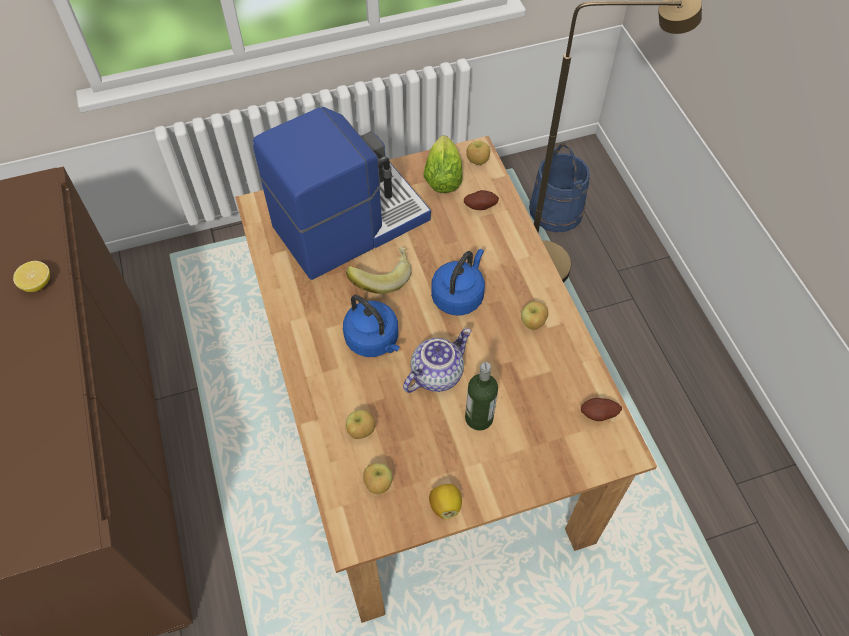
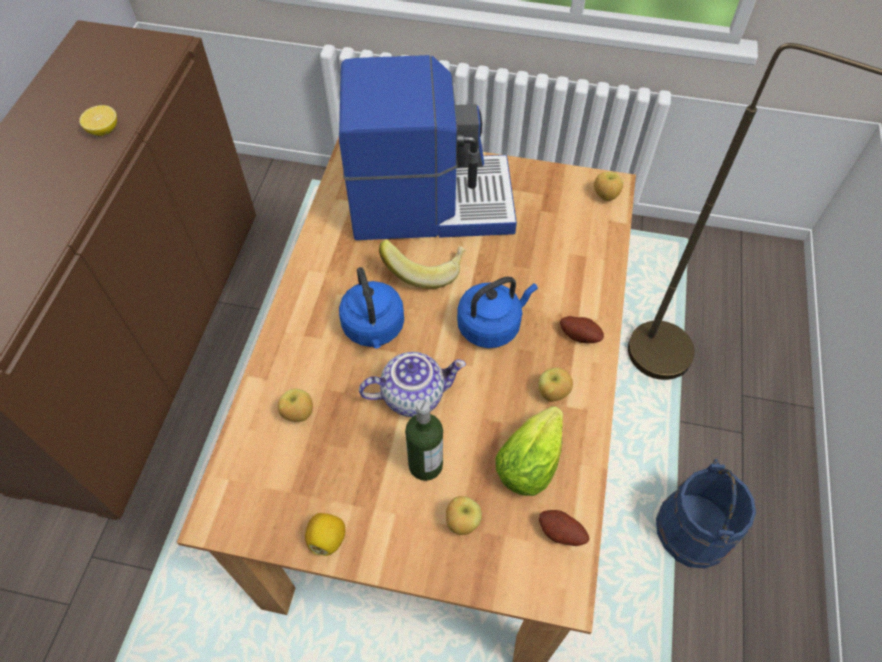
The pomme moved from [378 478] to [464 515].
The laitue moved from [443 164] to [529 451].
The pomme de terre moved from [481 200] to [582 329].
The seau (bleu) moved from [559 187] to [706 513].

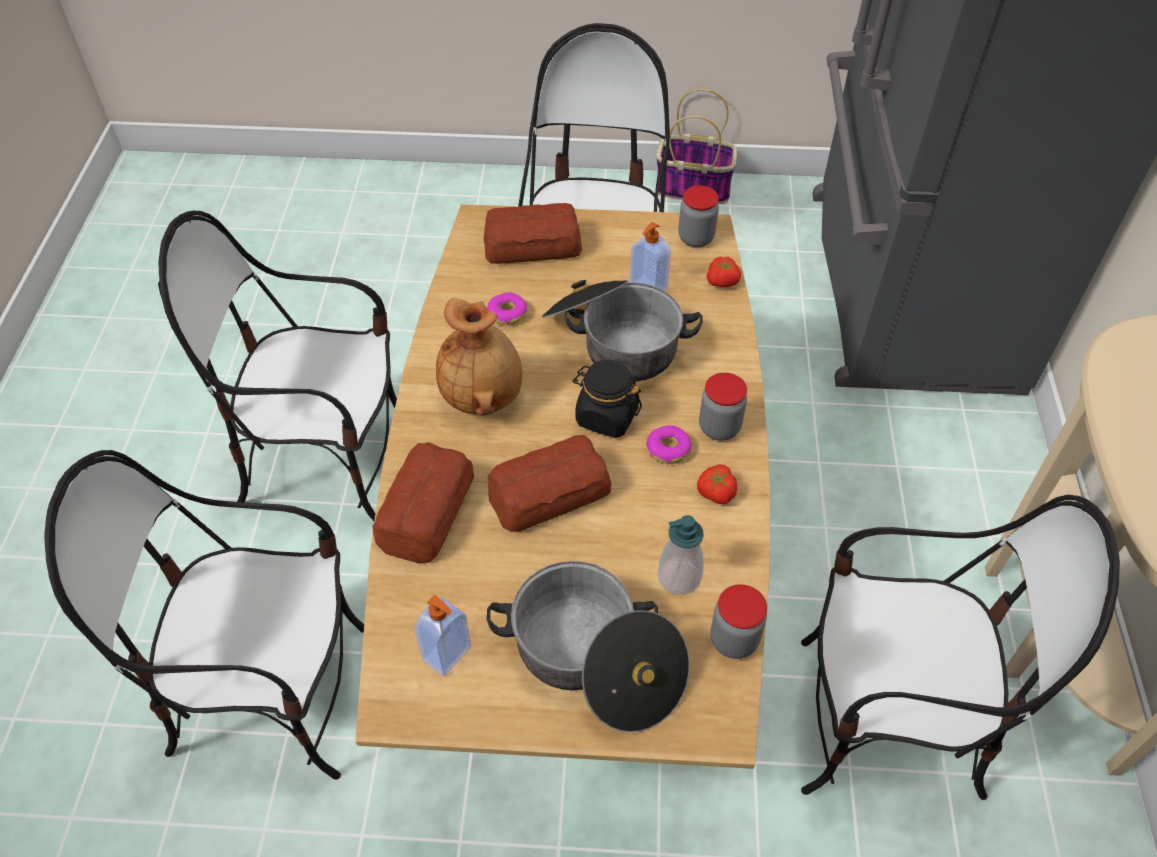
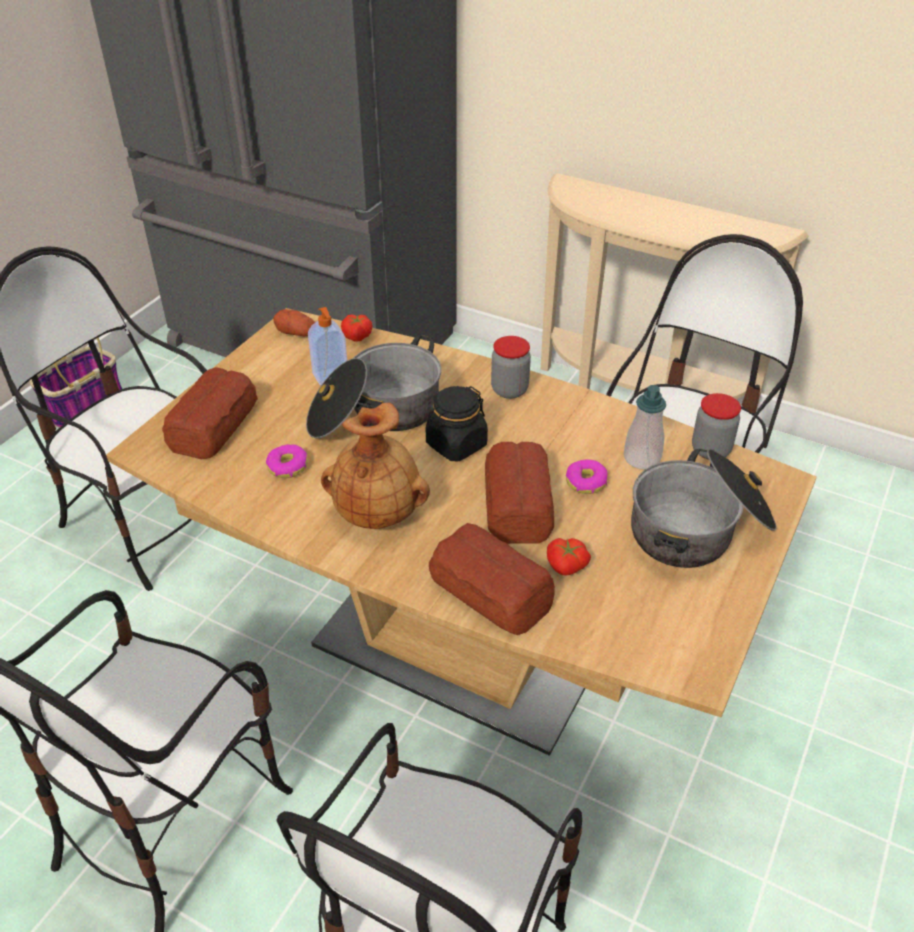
The distributeur de savon at [443 635] disappeared.
The beignet moved from [669 445] to [587 476].
The tomate moved from [717 484] to [569 557].
The bocal at [698 216] was replaced by the pomme de terre at [294 322].

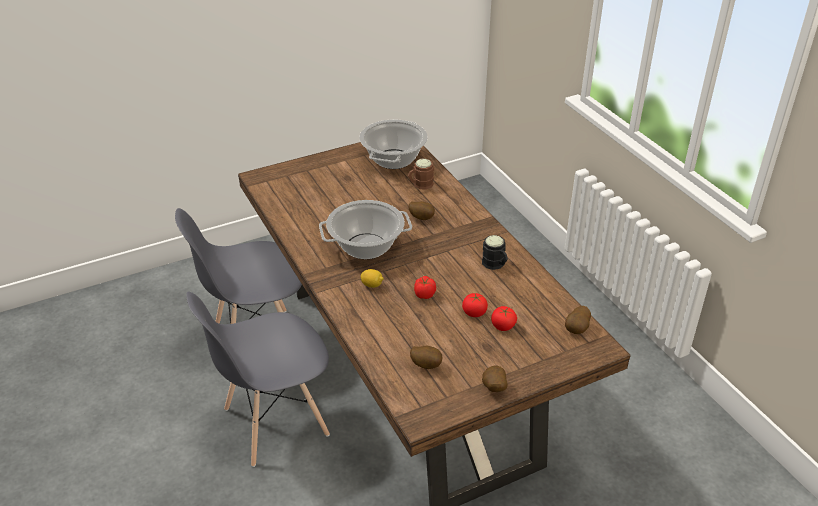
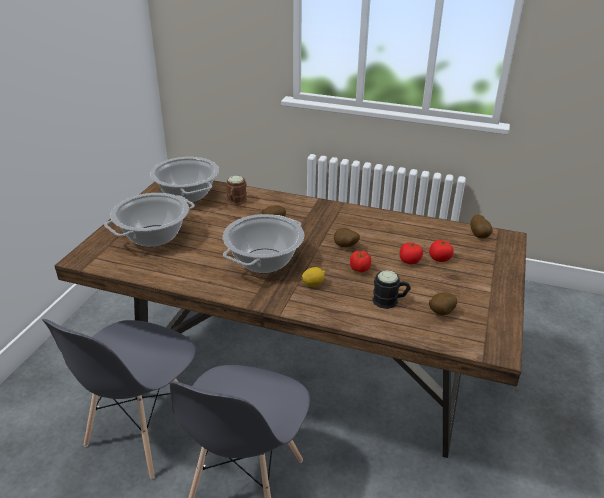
The marmite at [149 220] appeared.
The mug (noir) moved from [495 252] to [392 289].
The pomme de terre moved from [495 378] to [347 237].

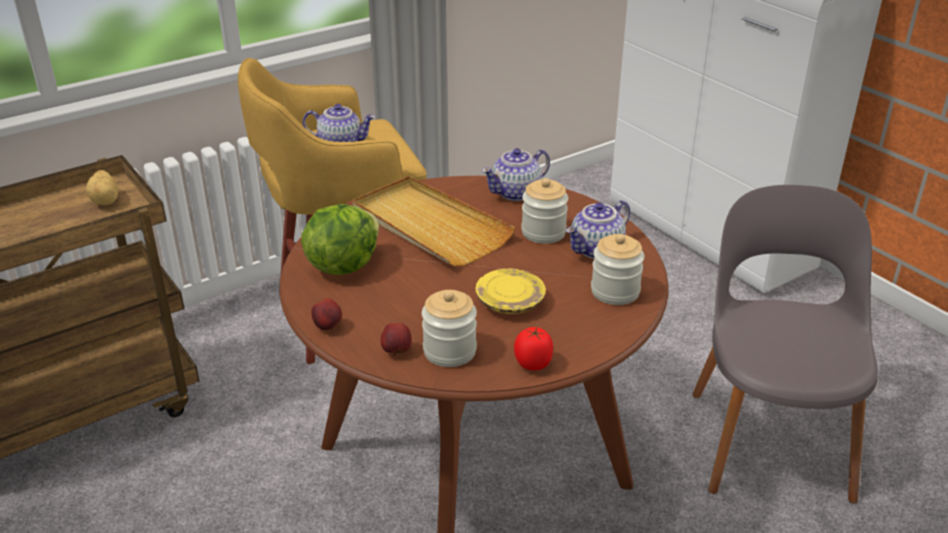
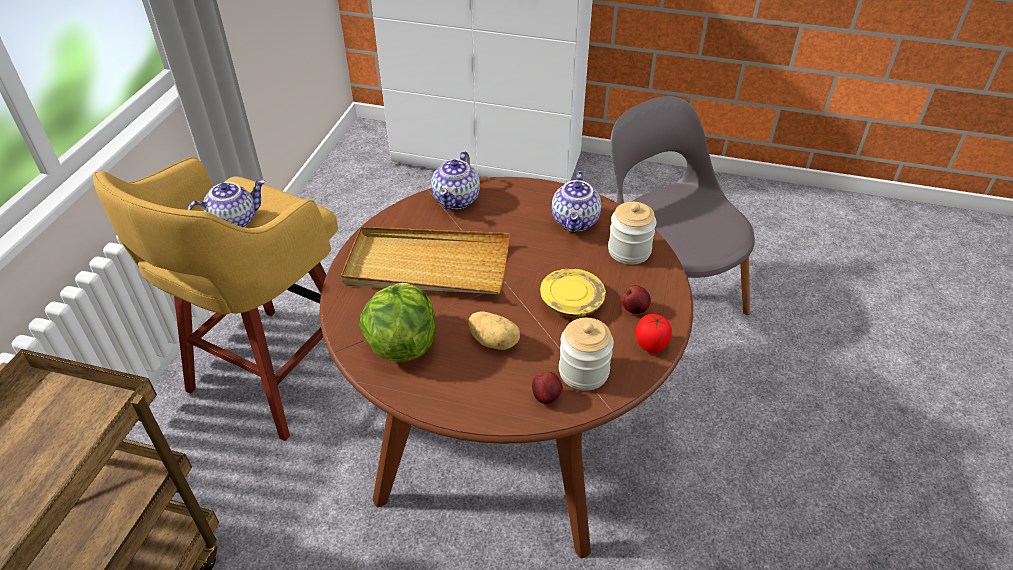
The bocal at [544 211] disappeared.
The pomme de terre moved from [102 187] to [494 330].
The pomme moved from [326 314] to [636 299].

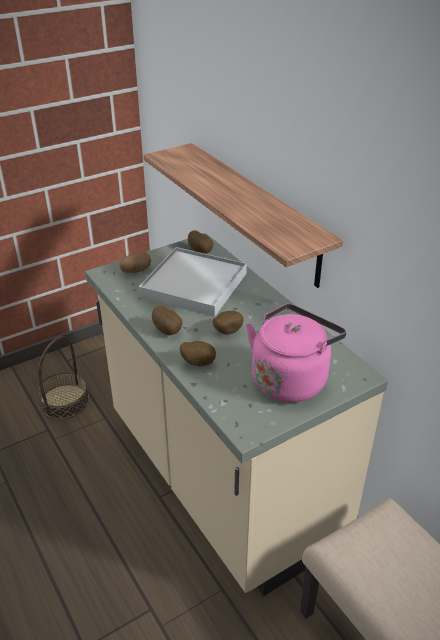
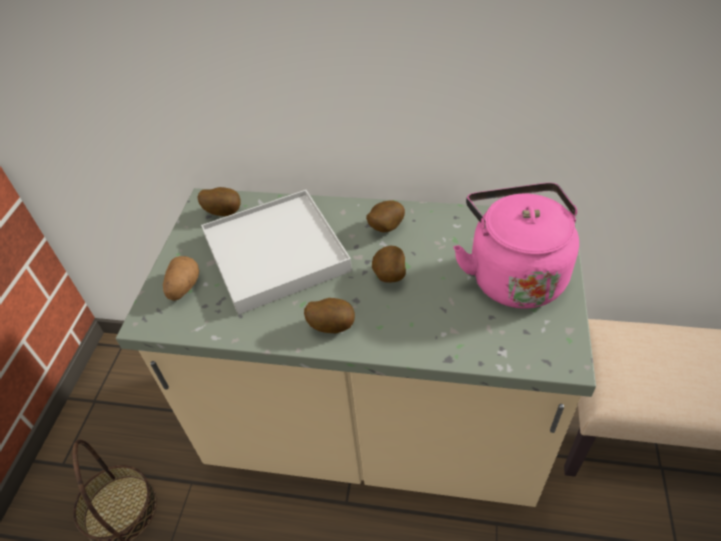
The étagère at [243 215] disappeared.
The pomme de terre moved from [198 353] to [385 216].

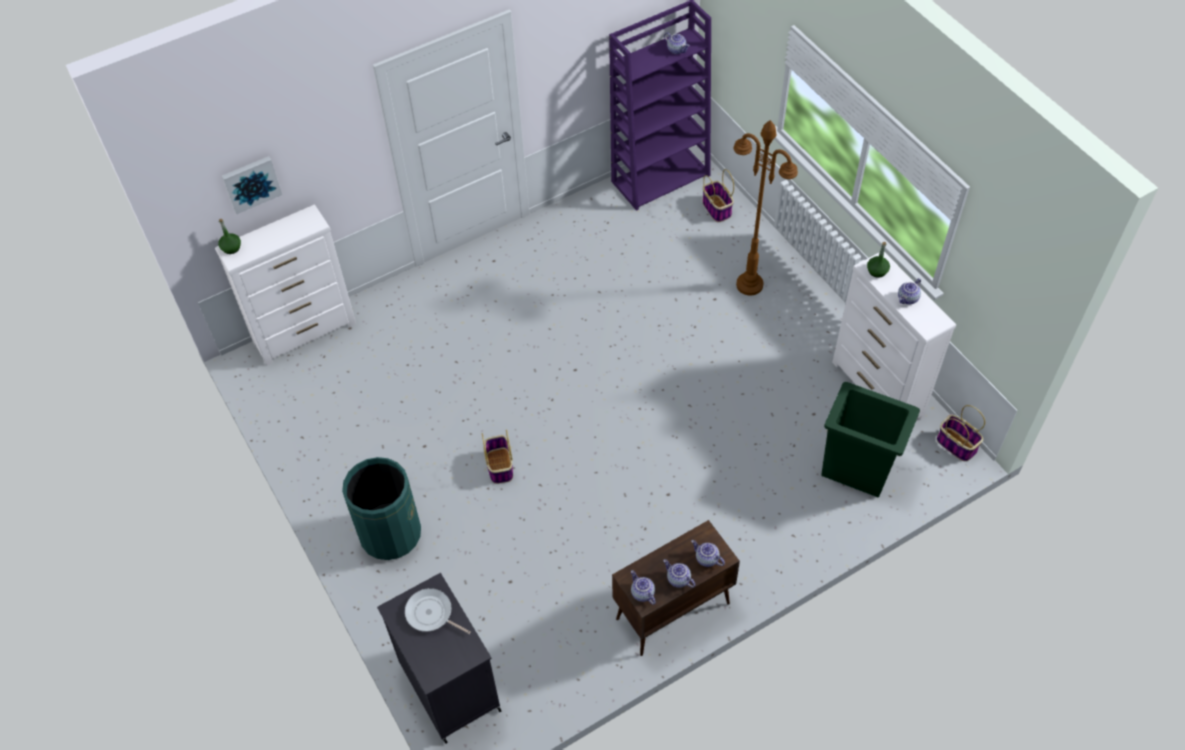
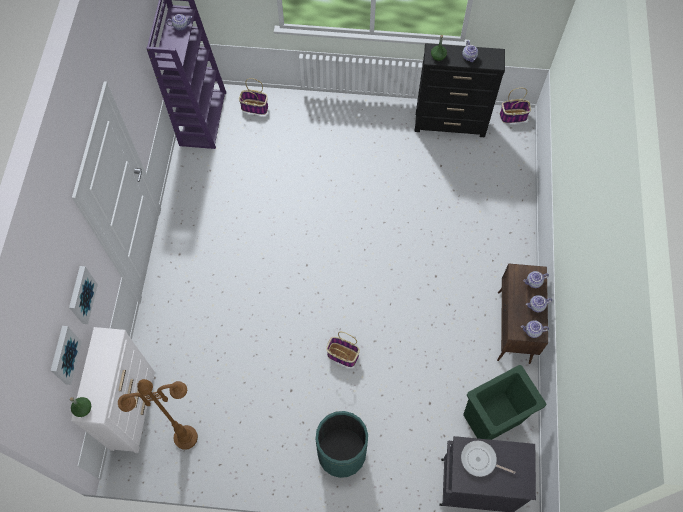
The tableau at [83 295] appeared.
The lampadaire (marron) moved from [766 207] to [158 414].
The poubelle (vert) moved from [870 439] to [504 402].
The commode (blanc) at [894 336] became the commode (noir) at [460 90].
The poêle at [438 611] turned 45 degrees clockwise.

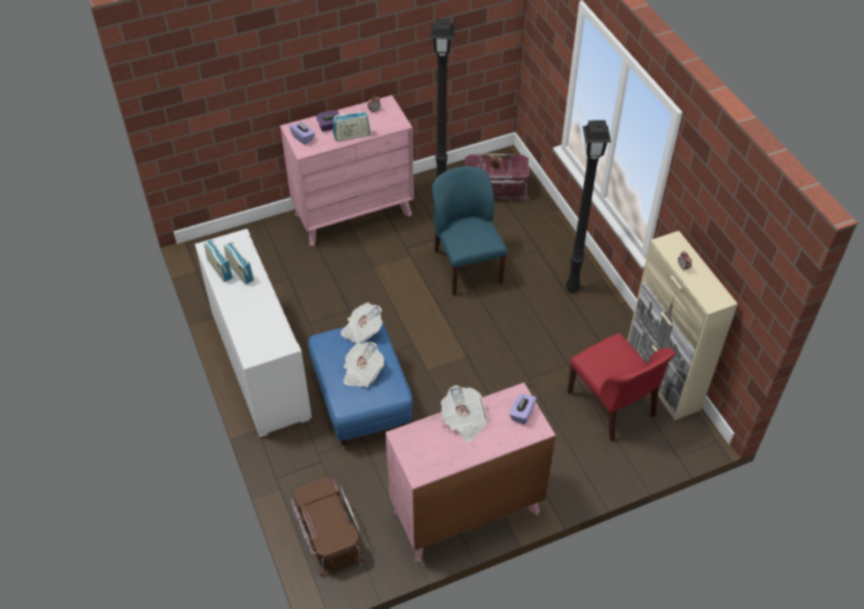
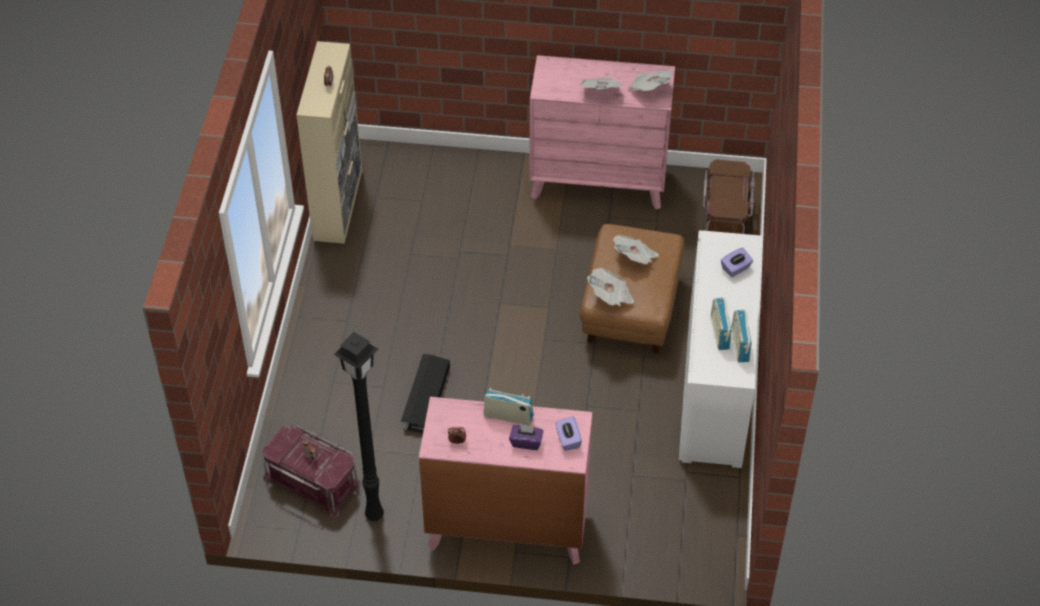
The lampadaire (noir) at [588 206] disappeared.
The chaise (rouge) at [621 387] disappeared.
The journal at [651 80] appeared.
The boîte à mouchoirs (violet) moved from [523 408] to [737 262].
The chaise (bleu) at [469 230] was replaced by the boîte de rangement (noir) at [425 393].
The pouf (bleu) at [360 383] became the pouf (marron) at [632 288].

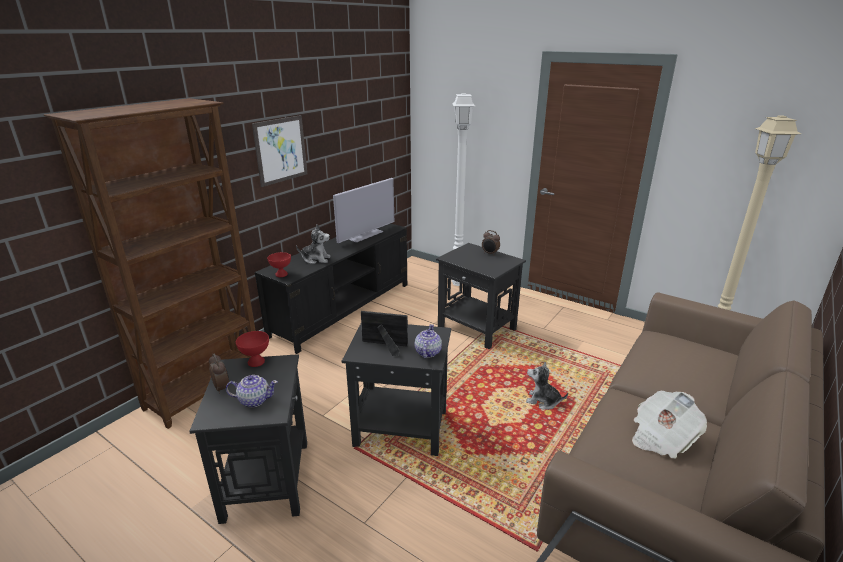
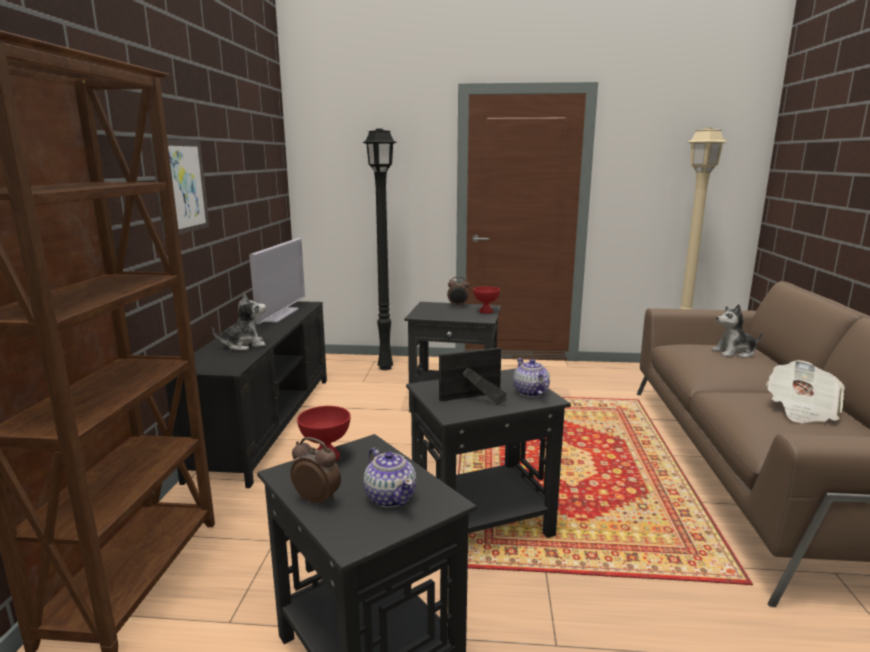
The bol (rouge) moved from [279 264] to [486 300].
The peluche moved from [547 386] to [737 331].
The lampadaire (blanc) at [463 189] became the lampadaire (noir) at [380 249].
The théière at [252 391] turned 90 degrees clockwise.

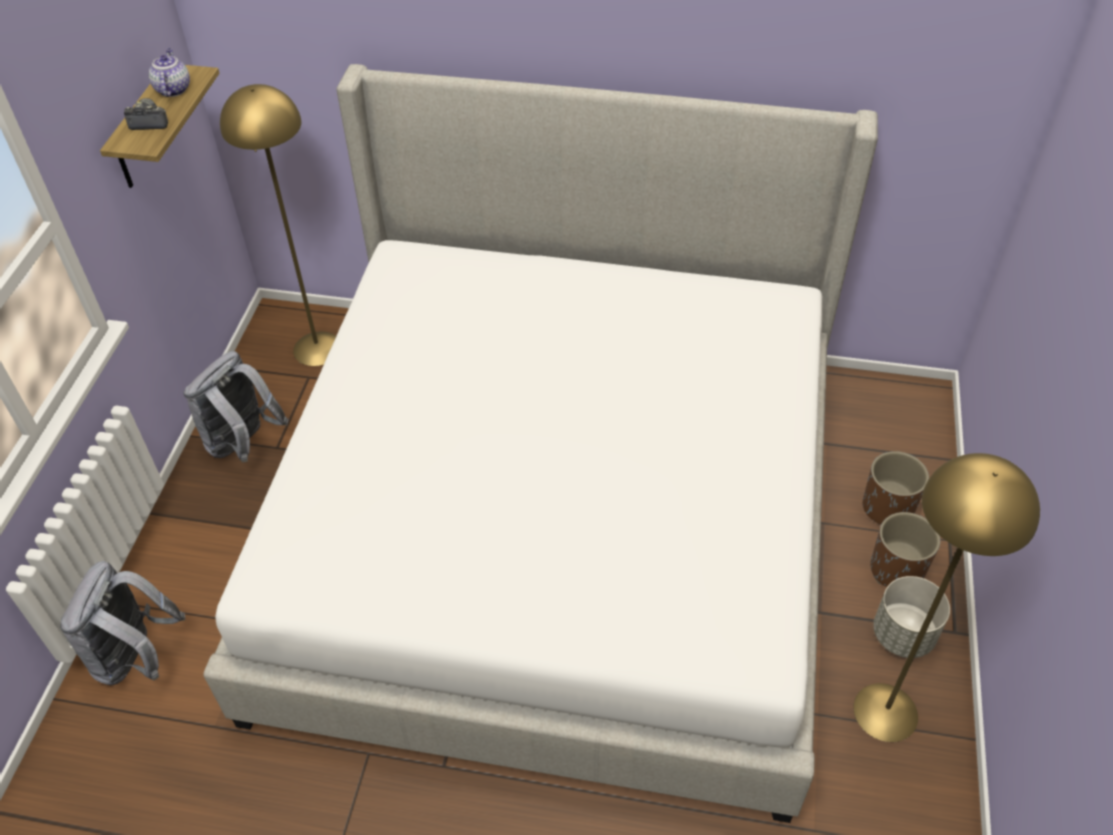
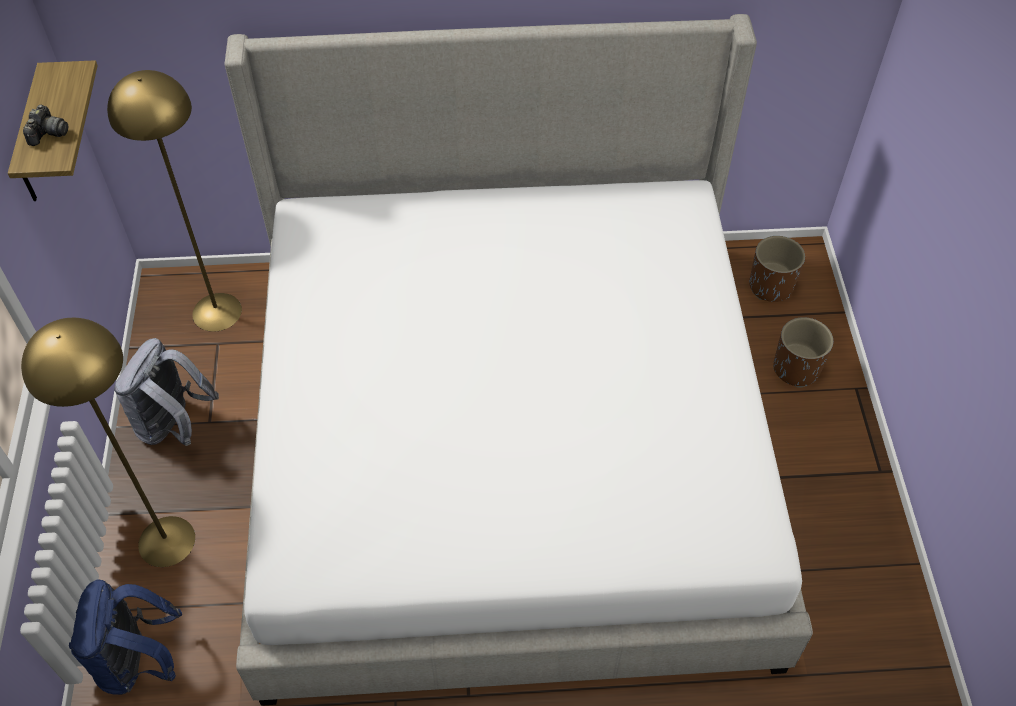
The théière at [169 72] disappeared.
The cache-pot (gris) at [911 617] disappeared.
The lampadaire (jaune) moved from [946 597] to [108 442].
The cache-pot (marron) moved from [905 549] to [777 269].
The sac à dos (gris) at [122 623] became the sac à dos (bleu) at [125 637].
The appareil photo at [146 114] turned 120 degrees clockwise.

